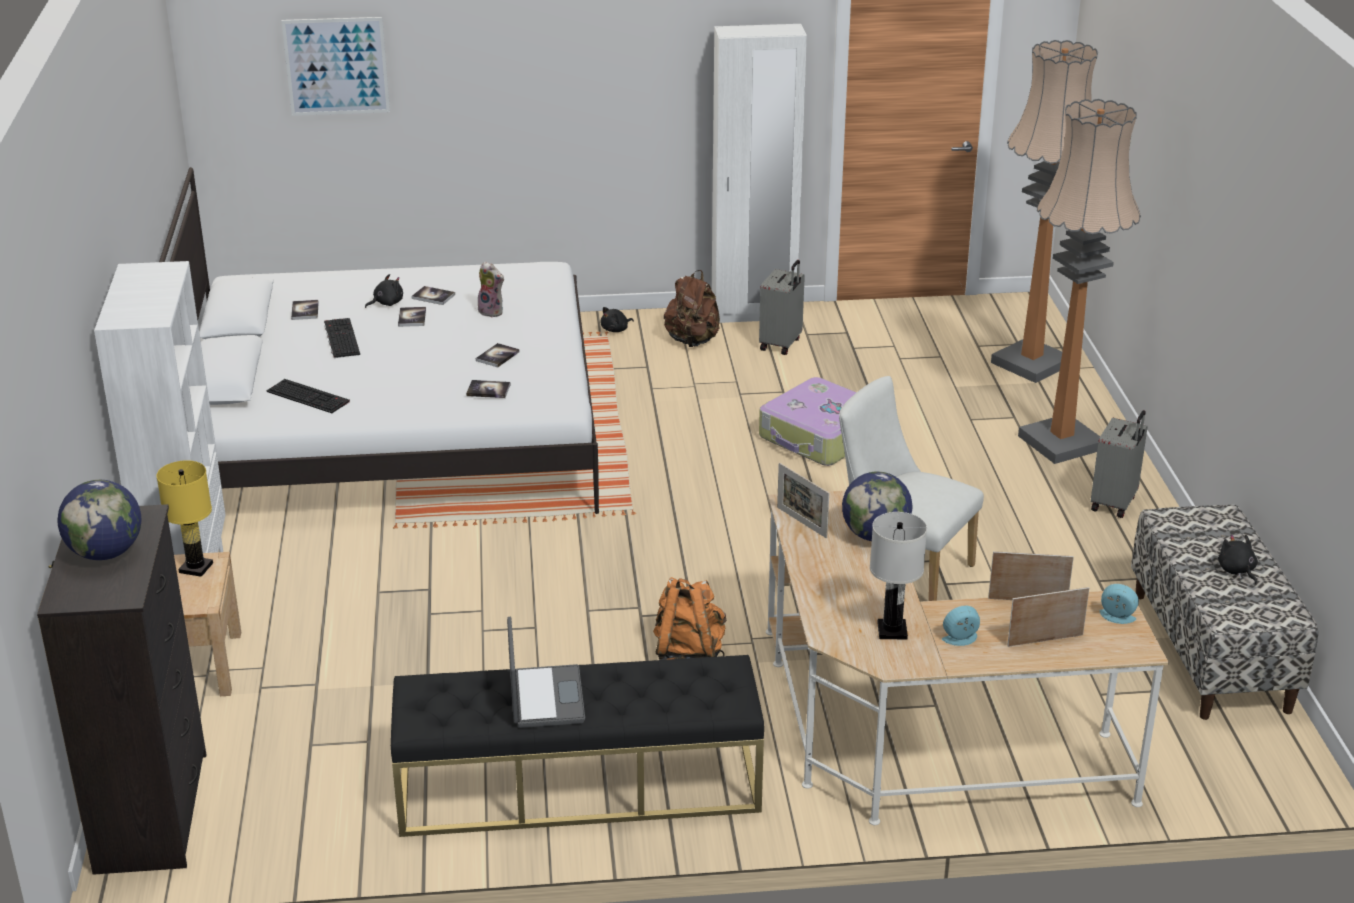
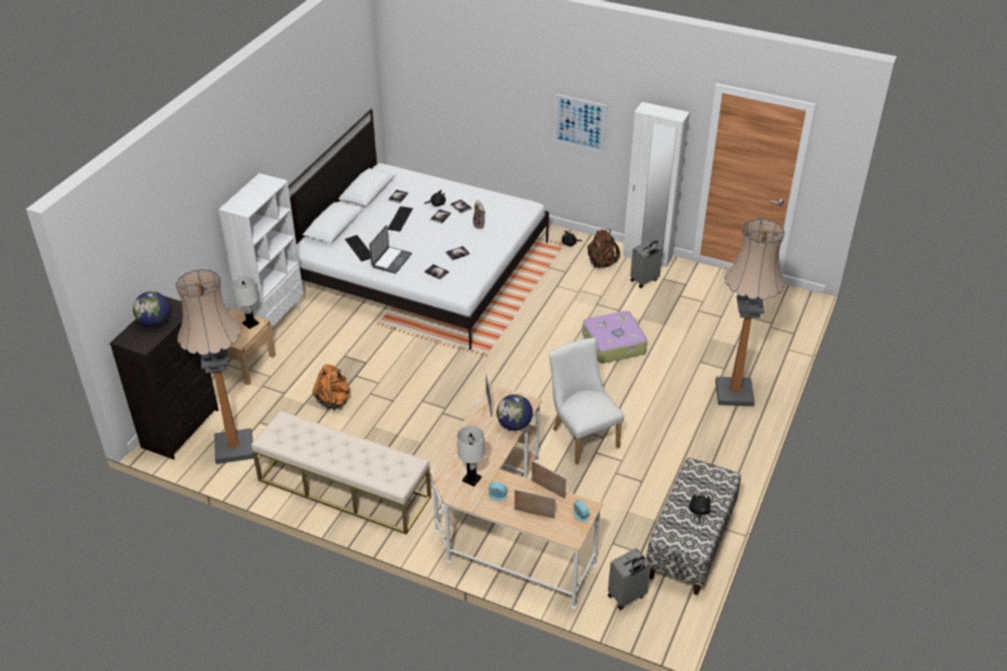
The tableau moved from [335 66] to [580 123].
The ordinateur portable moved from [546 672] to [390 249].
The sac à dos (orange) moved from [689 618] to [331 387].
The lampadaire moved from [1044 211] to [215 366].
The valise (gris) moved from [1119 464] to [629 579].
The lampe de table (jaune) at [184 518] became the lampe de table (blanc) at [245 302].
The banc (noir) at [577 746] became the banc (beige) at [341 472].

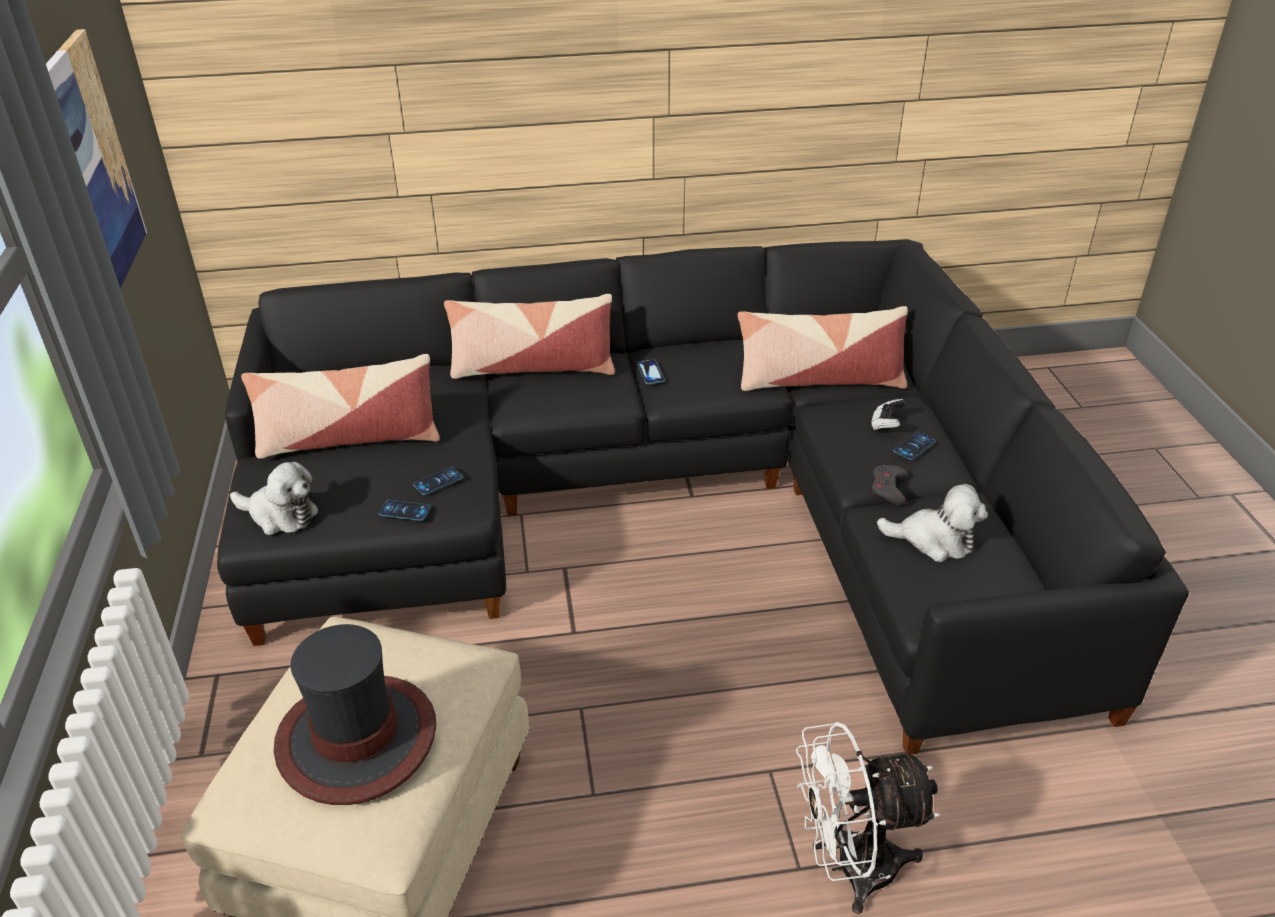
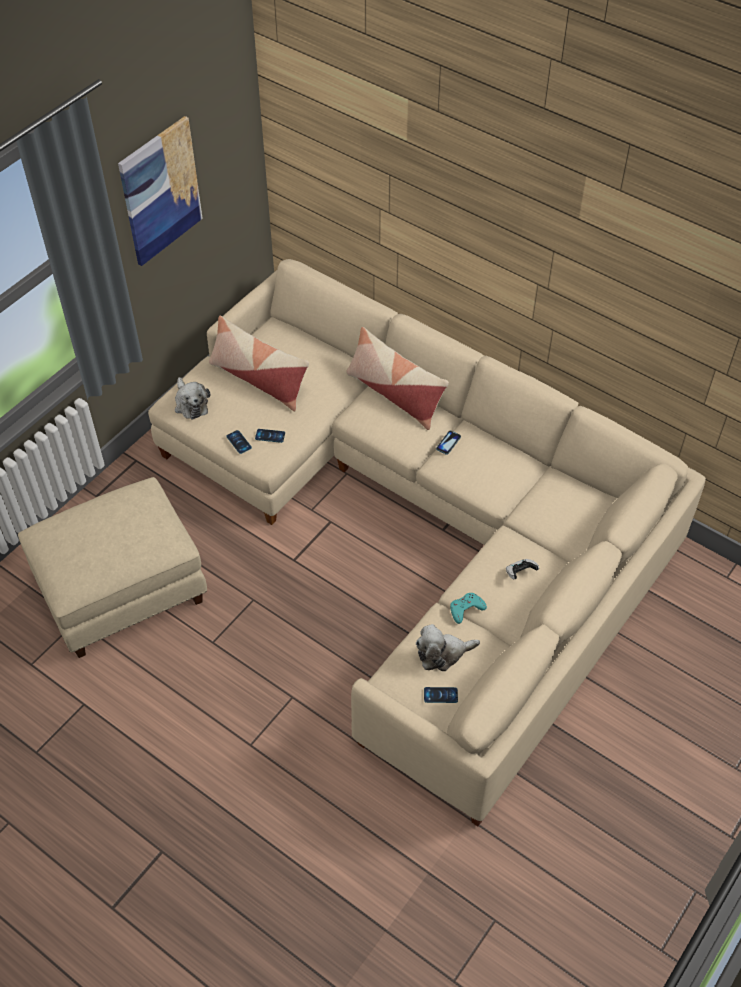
The chapeau at [355 714] disappeared.
The coussin at [823 348] disappeared.
The ventilateur (blanc) at [868 818] disappeared.
The téléphone moved from [914 446] to [441 695].
The canapé (noir) at [703 497] became the canapé (beige) at [427 543].
The manette (gris) at [889 485] became the manette (turquoise) at [468 608].
The peluche at [932 523] turned 105 degrees clockwise.

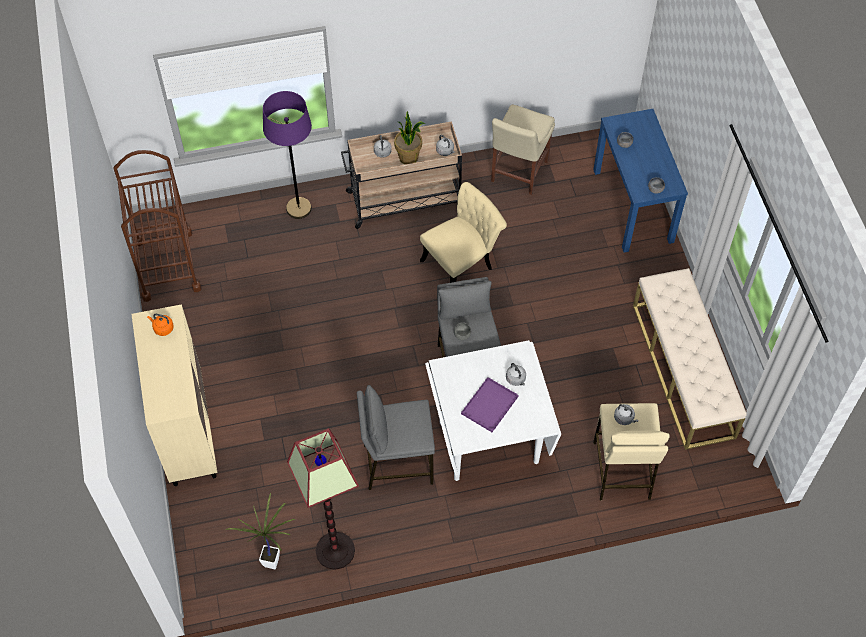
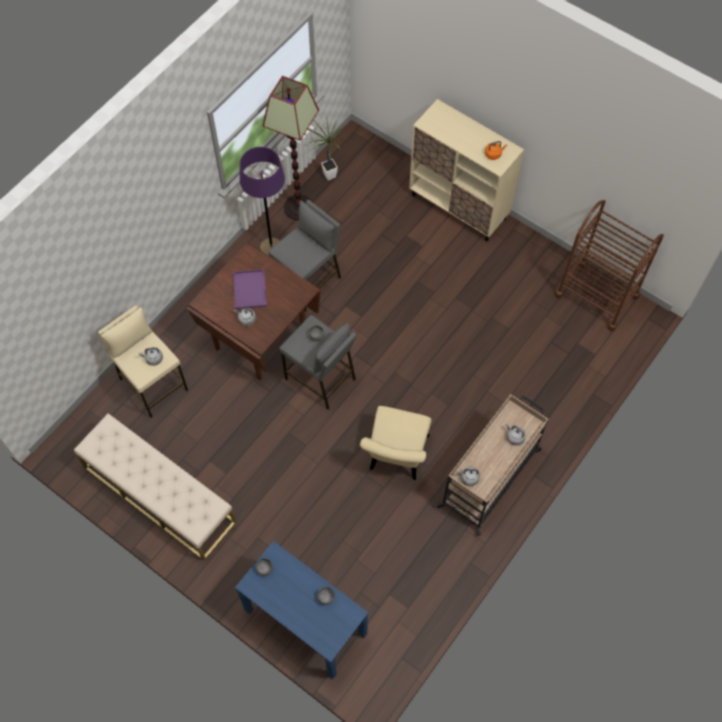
The plante en pot at [409 137] disappeared.
The chaise (beige) at [523 150] disappeared.
The lampadaire (violet) moved from [287 155] to [262 201].
The table à manger (blanc) at [493 410] became the table à manger (marron) at [254 311].

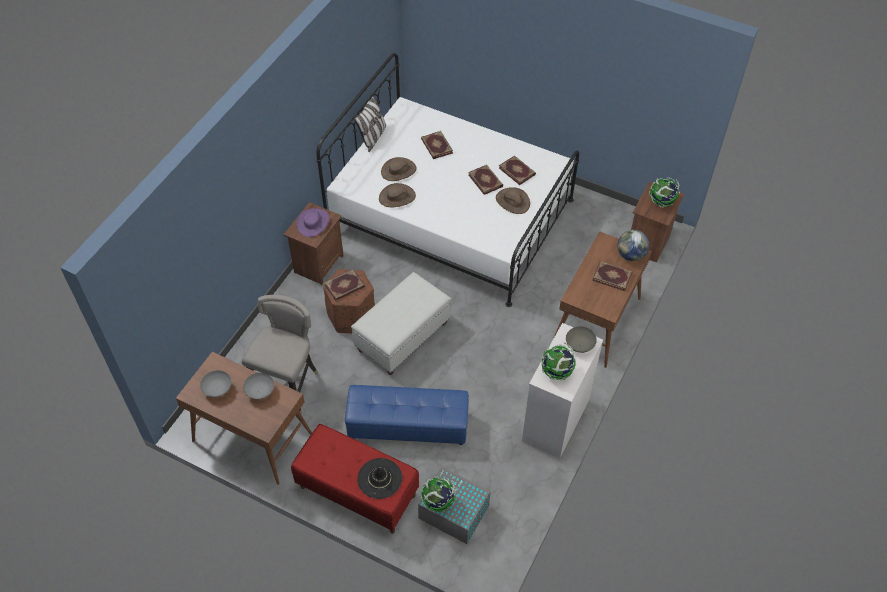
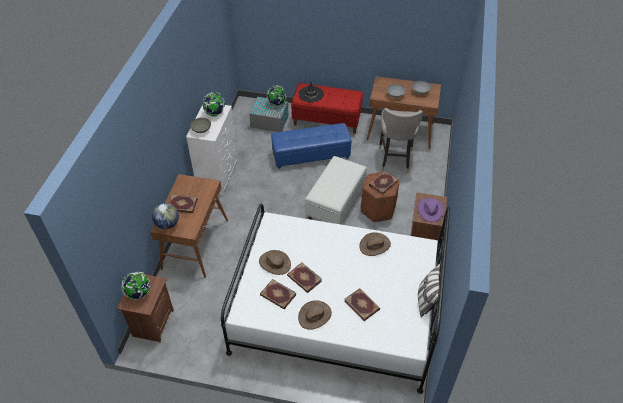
The chapeau (marron) moved from [399 169] to [315 315].

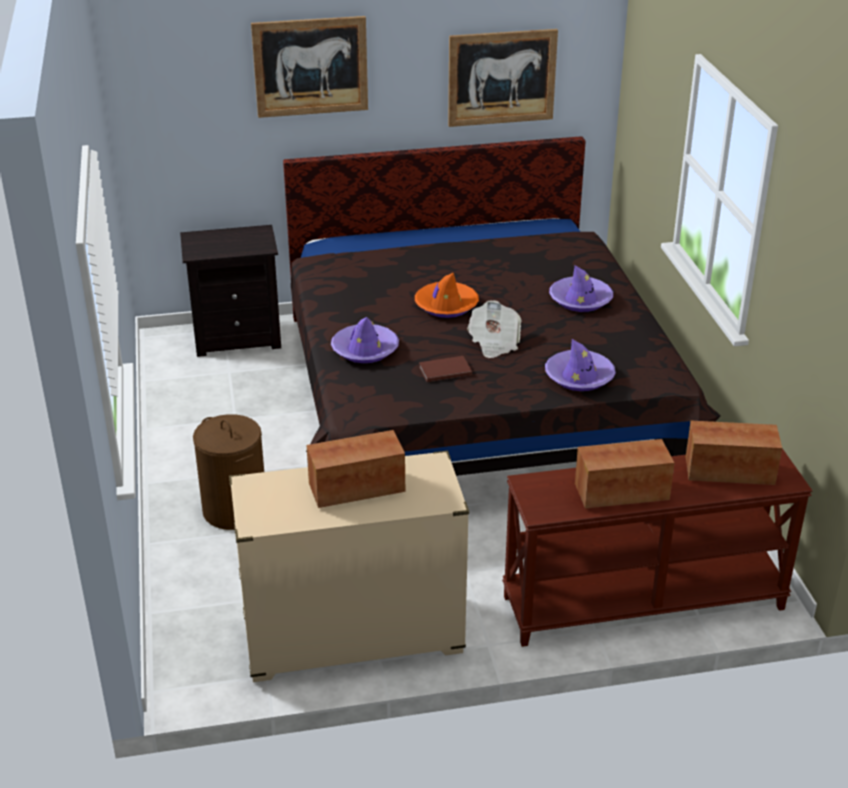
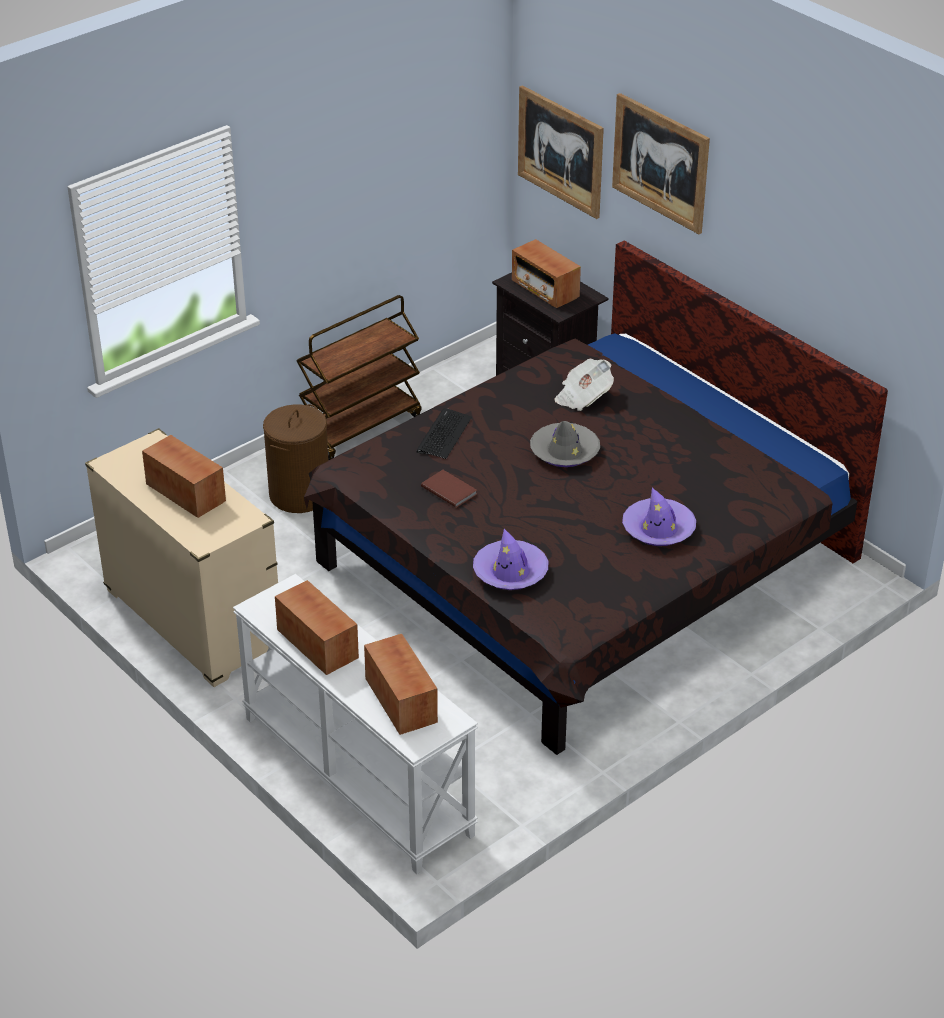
The chariot (marron) at [359 377] appeared.
The radio at [546 273] appeared.
The tableau moved from [503 78] to [561 152].
The journal moved from [494 329] to [584 385].
The chapeau (violet) at [365 340] was replaced by the clavier at [444 433].
The chapeau (orange) at [447 295] became the chapeau (gris) at [565 444].
The table console (marron) at [657 547] became the table console (blanc) at [355 724].

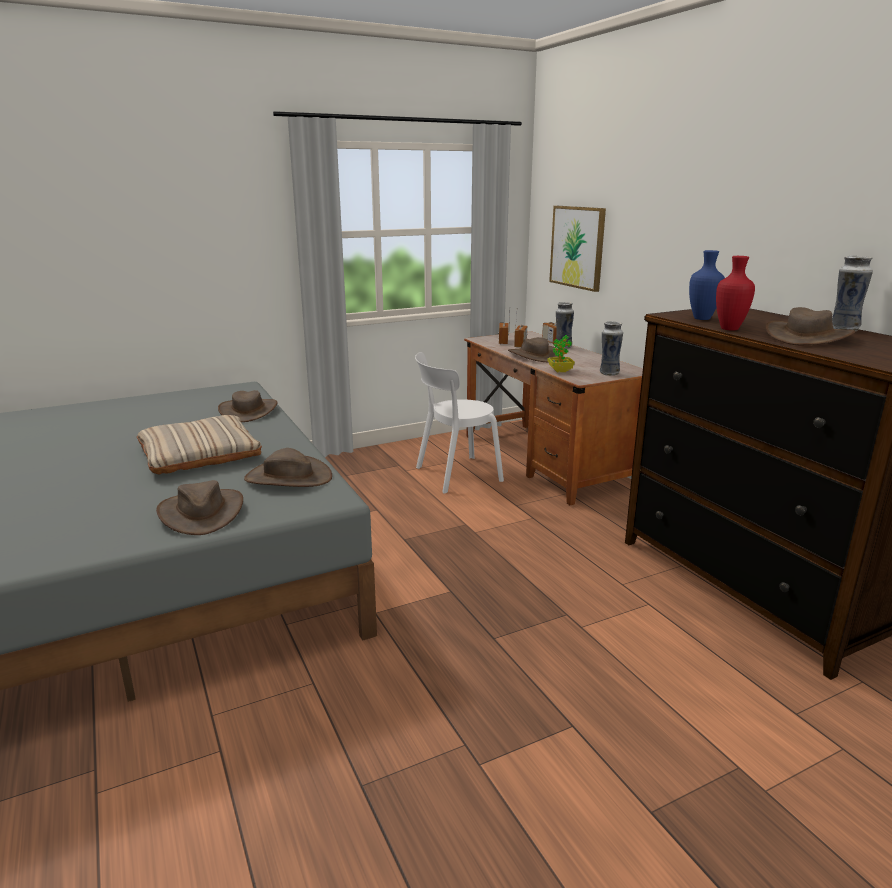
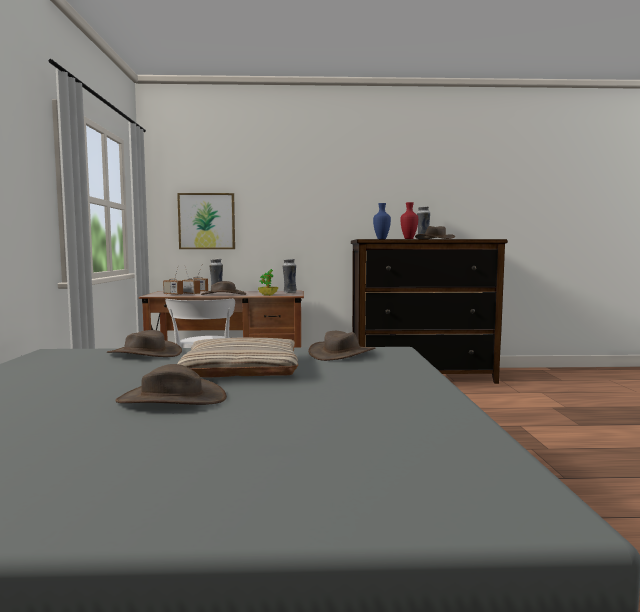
The chapeau (marron) moved from [199 507] to [171 384].

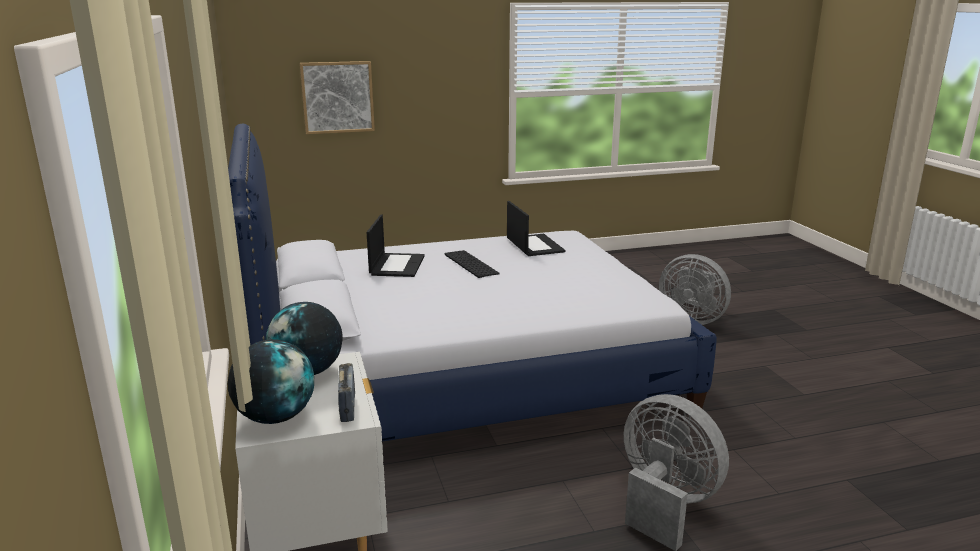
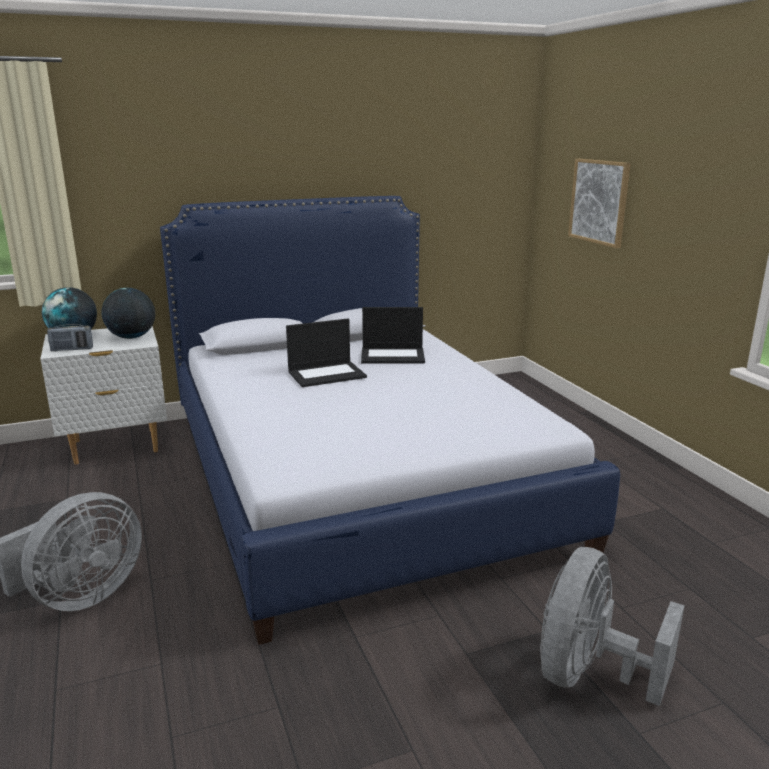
The clavier at [471 264] disappeared.
The ordinateur portable moved from [536 228] to [326 353].

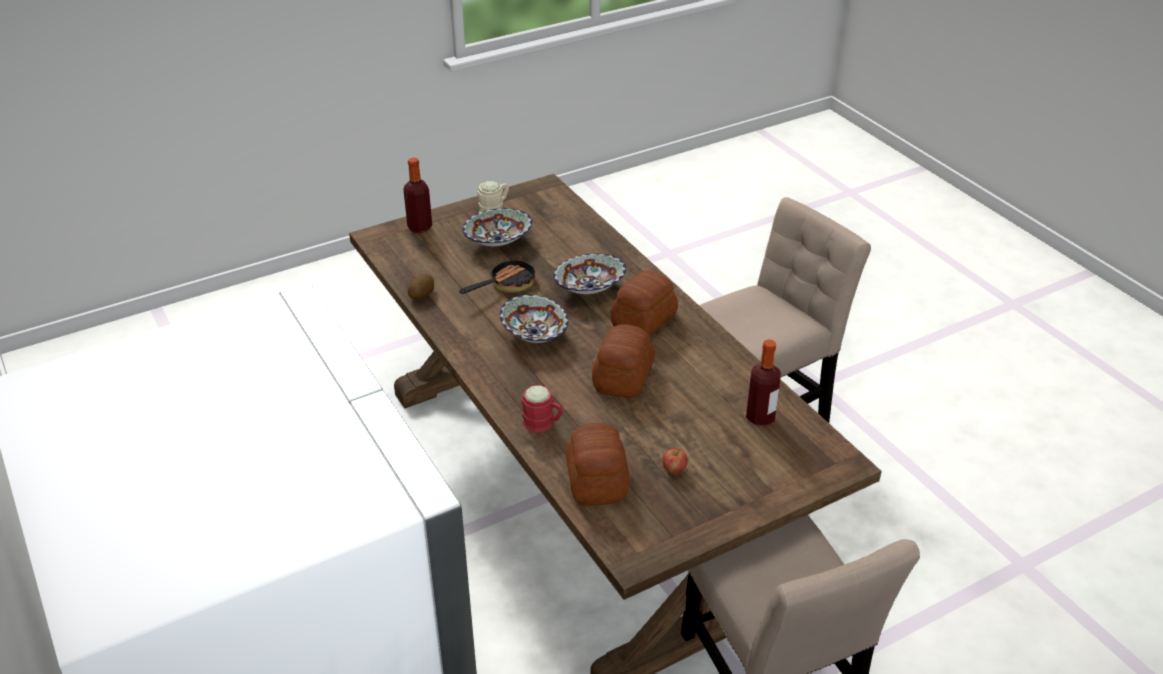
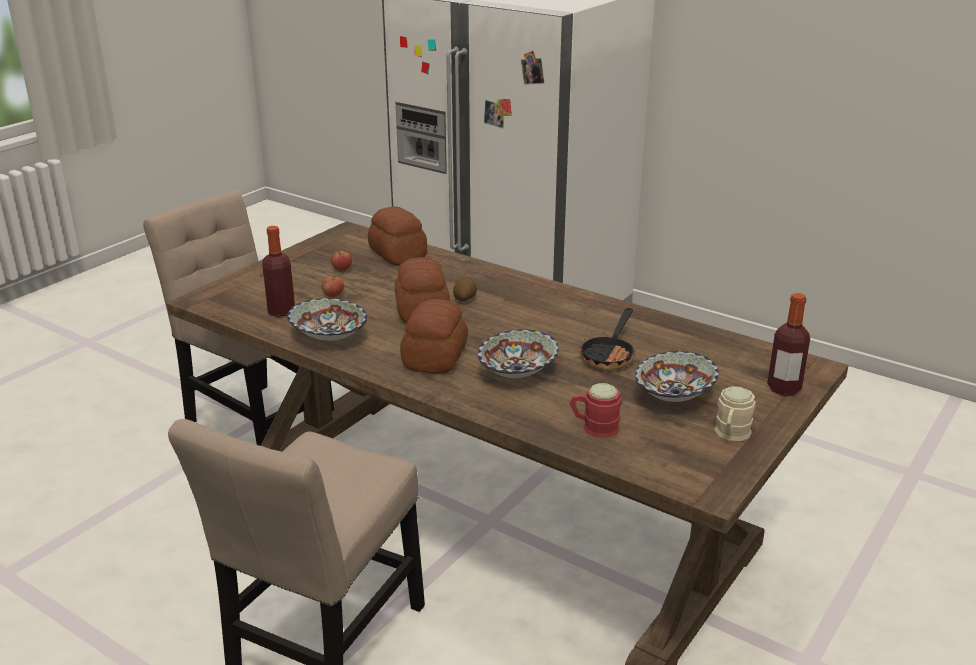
The pomme at [332 286] appeared.
The pomme de terre moved from [421 287] to [465 289].
The bol moved from [534 319] to [327 319].
The mug (rouge) moved from [543 408] to [595 410].

